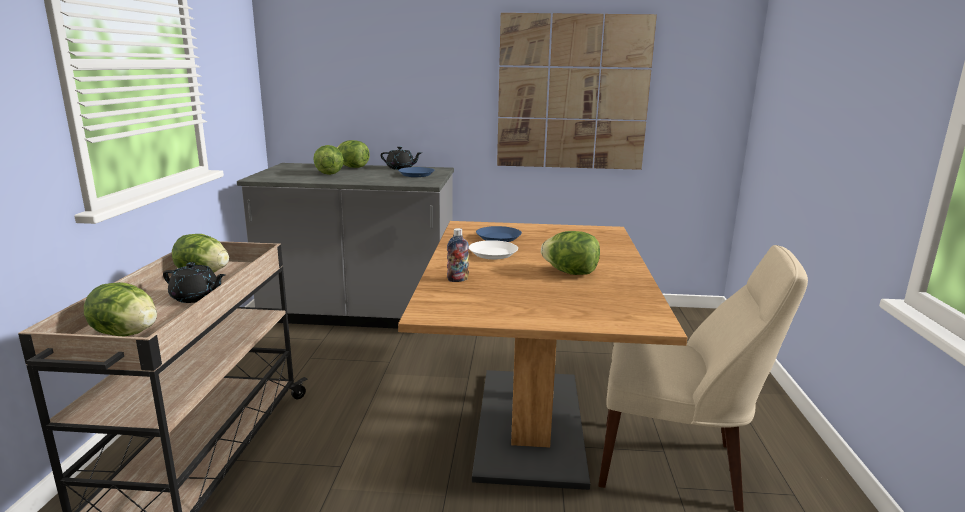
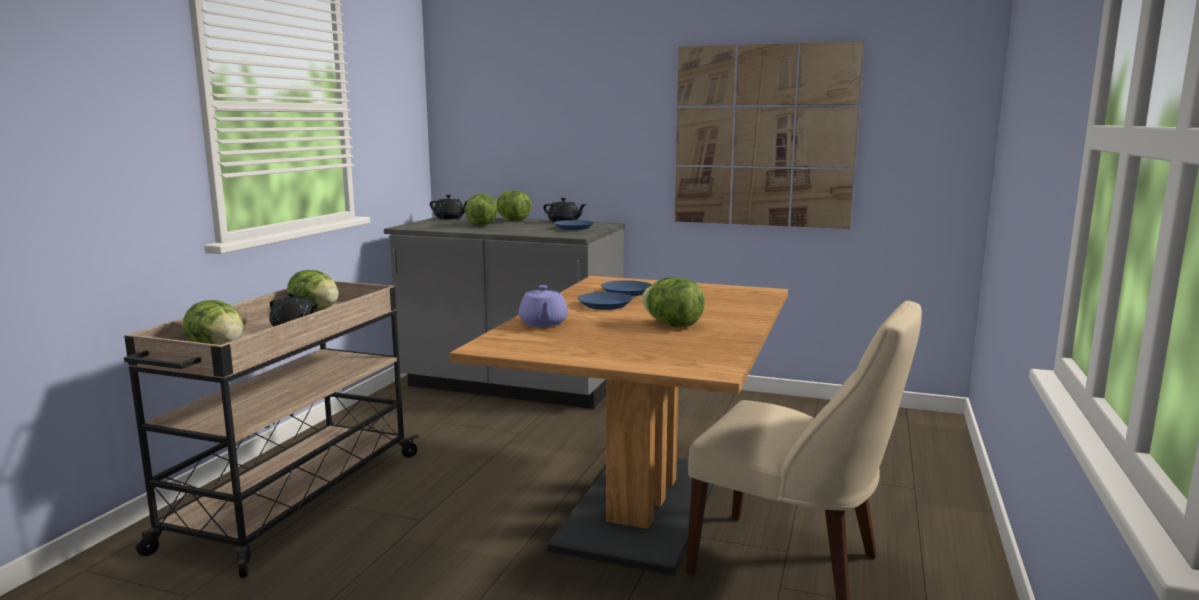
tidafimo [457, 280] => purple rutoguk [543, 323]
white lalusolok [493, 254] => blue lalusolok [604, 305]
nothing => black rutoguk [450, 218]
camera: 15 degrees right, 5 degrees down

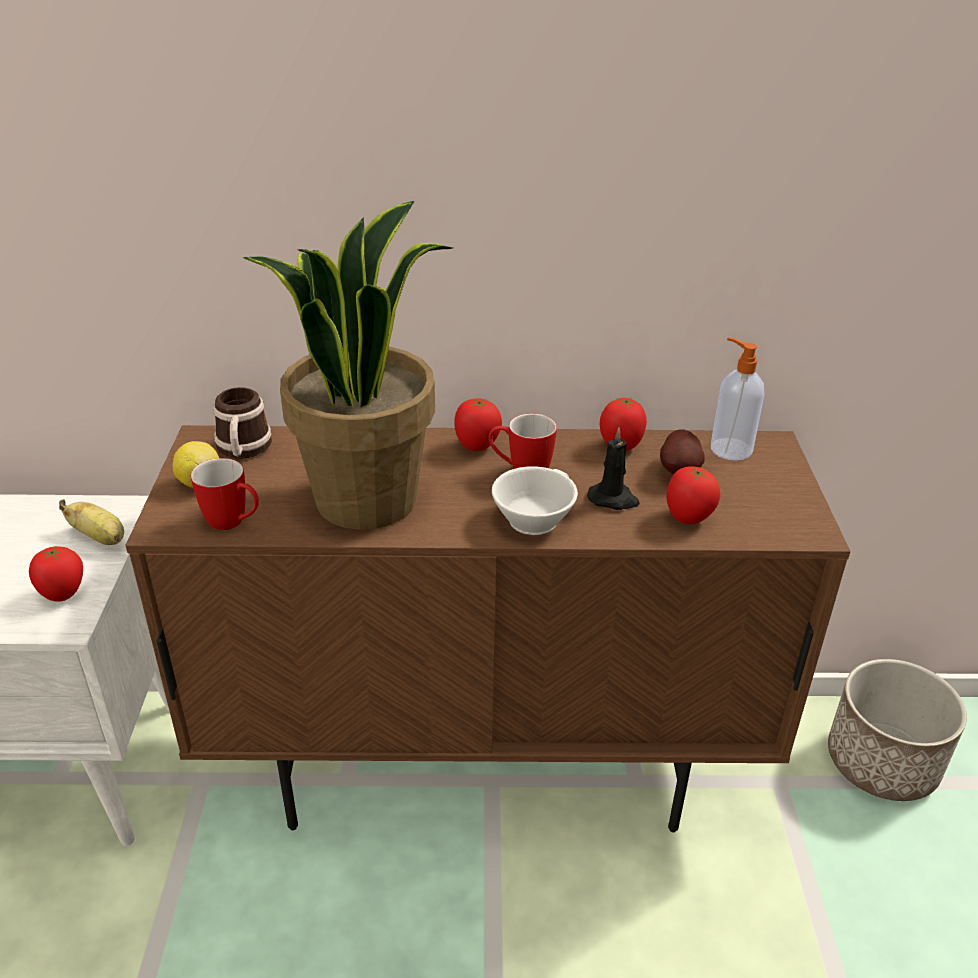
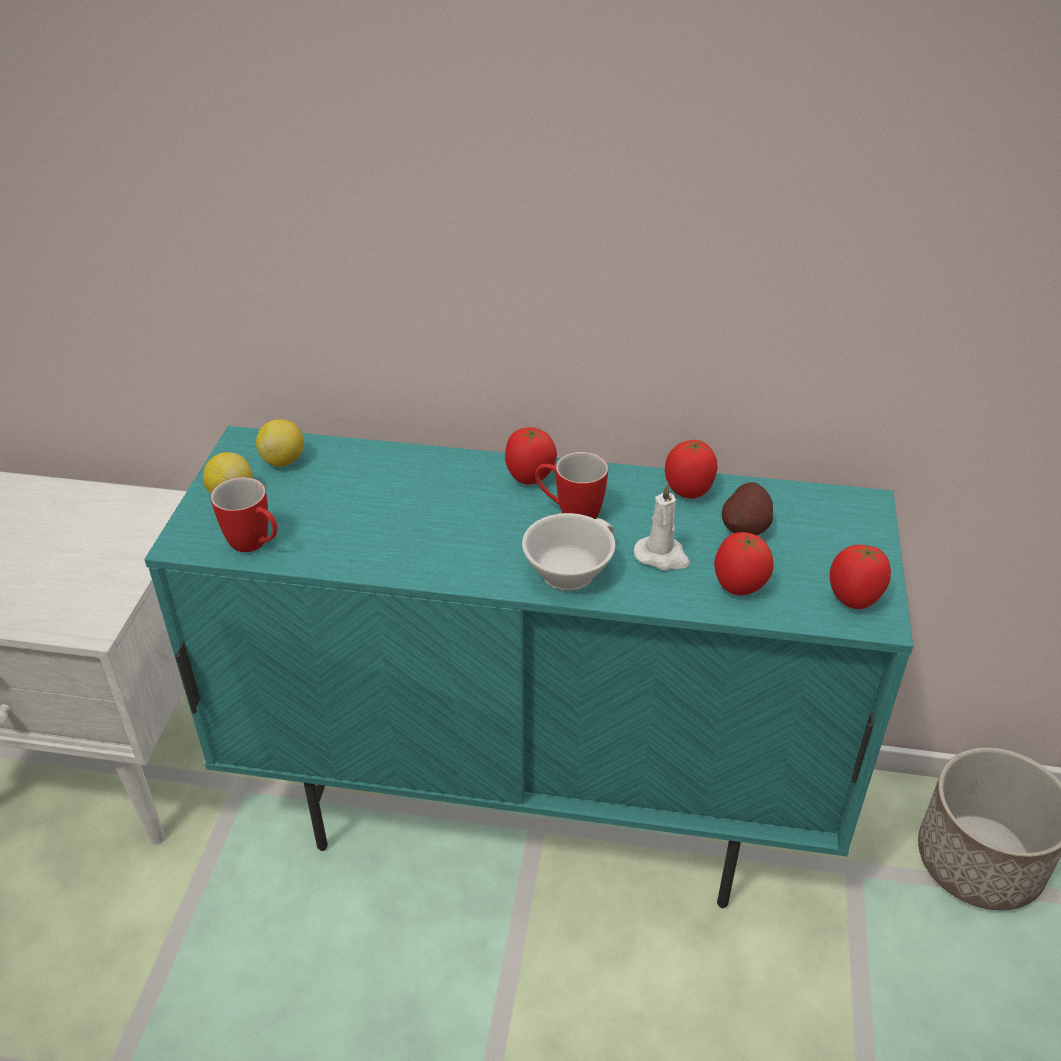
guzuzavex [366, 498] => nothing
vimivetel [729, 448] => nothing
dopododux [243, 450] => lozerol [283, 460]
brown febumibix [485, 767] => turquoise febumibix [533, 809]
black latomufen [613, 499] => white latomufen [662, 556]
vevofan [100, 538] => nothing
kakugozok [63, 595] => kakugozok [853, 600], moved
camera: 10 degrees right, 5 degrees up

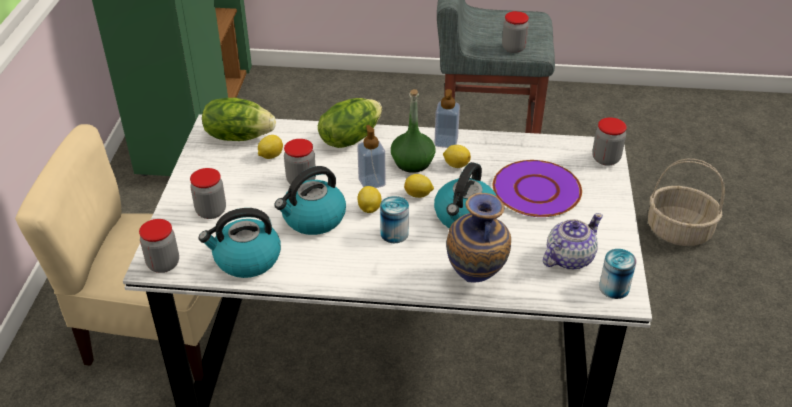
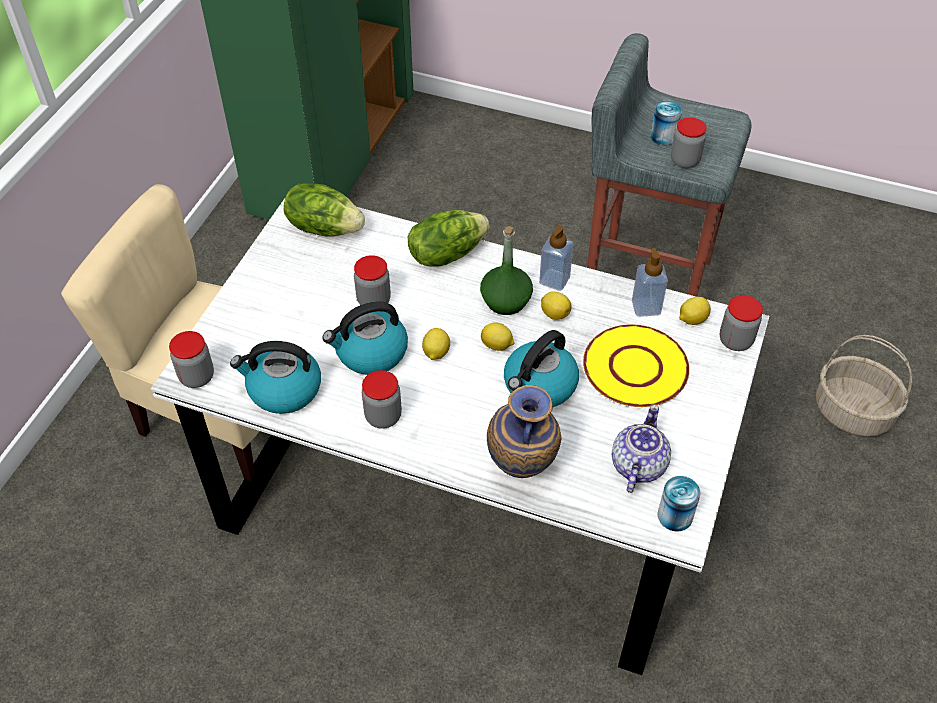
vimivetel [372, 182] => vimivetel [646, 307], moved
lozerol [270, 156] => lozerol [692, 319], moved
purple lalusolok [536, 190] => yellow lalusolok [635, 367]
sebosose [211, 211] => sebosose [383, 416], moved
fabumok [394, 233] => fabumok [663, 136], moved
rutoguk [568, 258] => rutoguk [637, 466], 45 degrees counterclockwise
camera: 15 degrees right, 10 degrees up

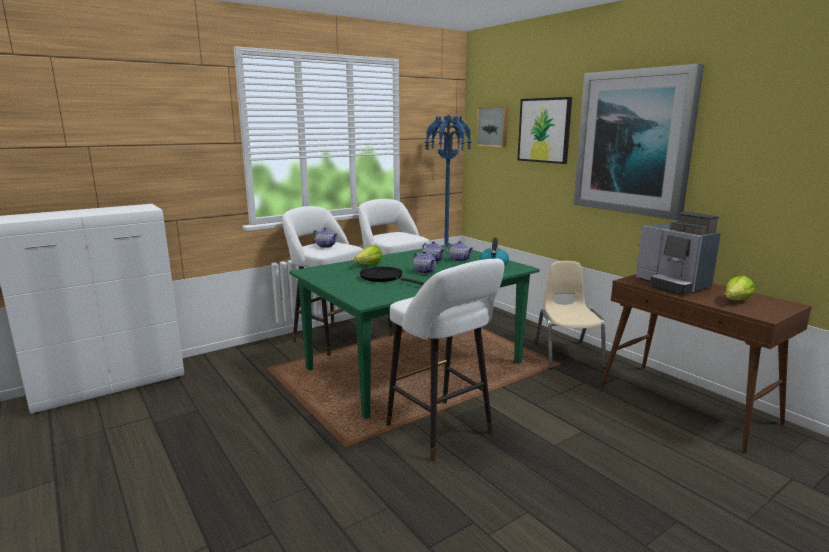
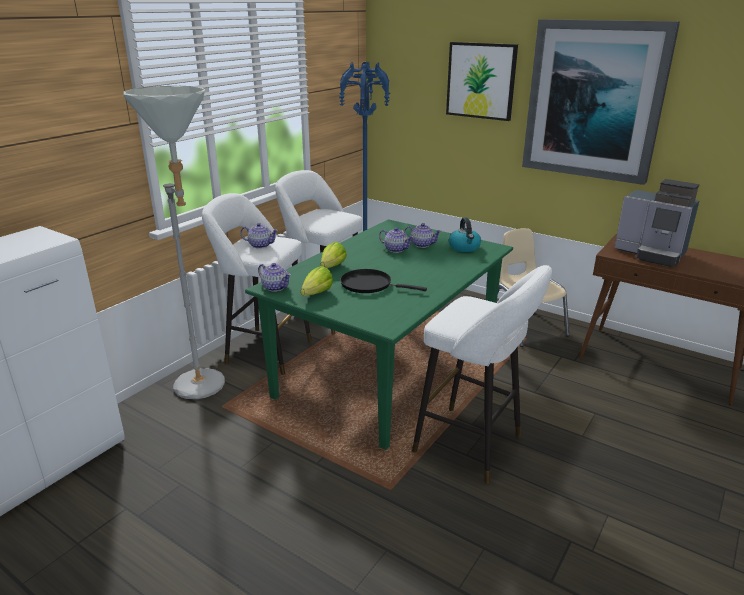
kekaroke [493, 126] => nothing
rutoguk [424, 271] => rutoguk [275, 287], moved
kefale [733, 302] => kefale [314, 295], moved
nothing => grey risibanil [206, 389]
camera: 20 degrees left, 10 degrees up

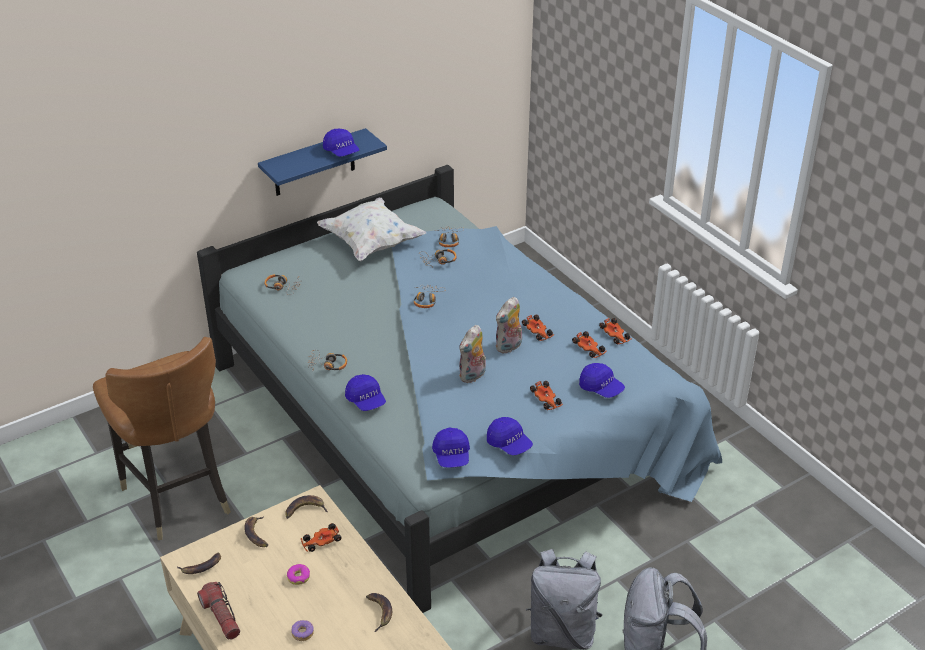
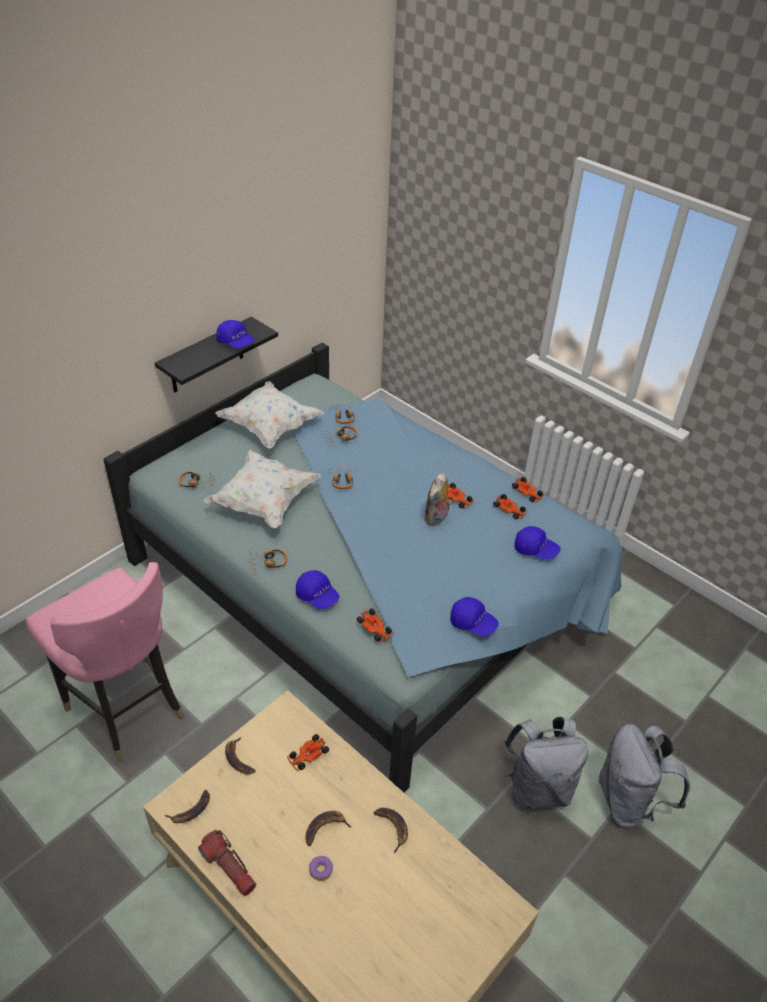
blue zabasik [314, 163] => black zabasik [206, 356]
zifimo [473, 376] => nothing
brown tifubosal [178, 497] => pink tifubosal [126, 709]
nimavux [546, 399] => nimavux [375, 629], moved
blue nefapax [452, 456] => nothing
vevofan [305, 509] => vevofan [325, 828], moved
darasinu [298, 577] => nothing
nothing => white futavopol [264, 502]
camera: 15 degrees left, 5 degrees up

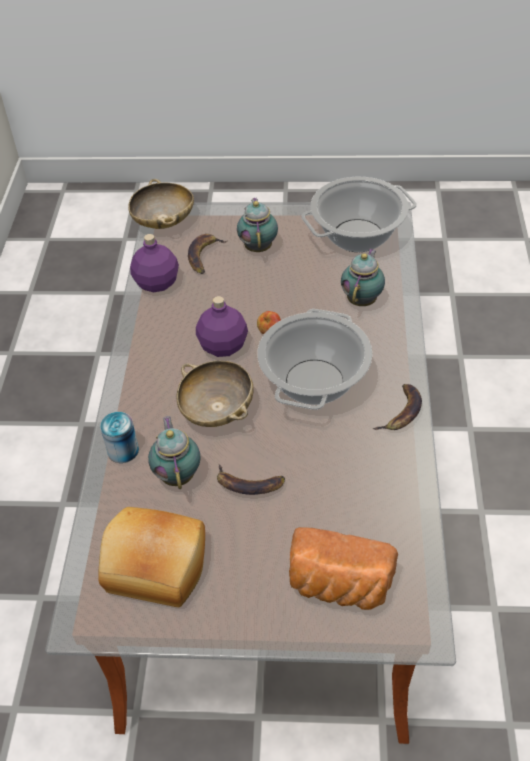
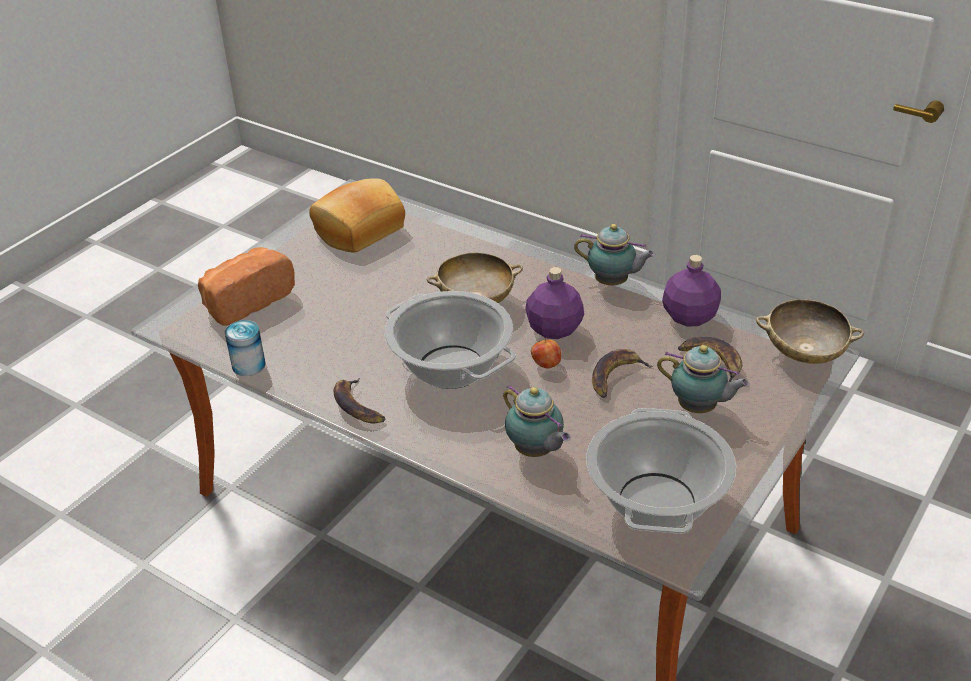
fabumok [123, 450] => fabumok [248, 365], moved
rutoguk [178, 474] => rutoguk [613, 283], moved
vevofan [248, 485] => vevofan [616, 376], moved
camera: 120 degrees right, 10 degrees down

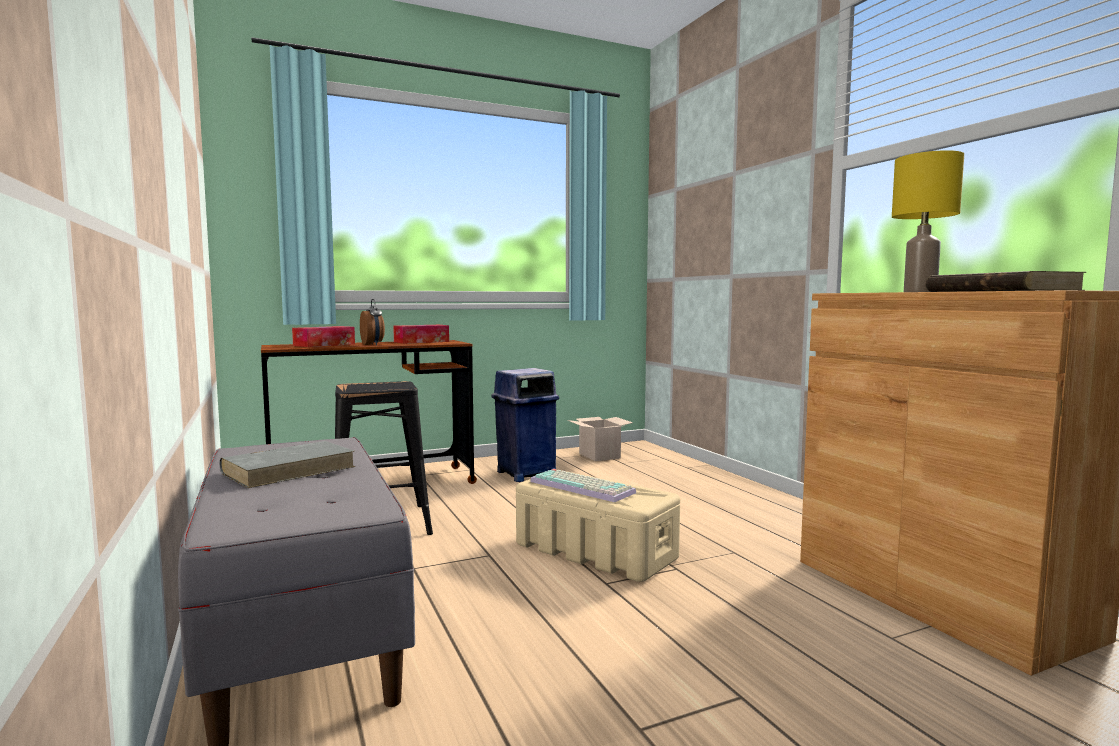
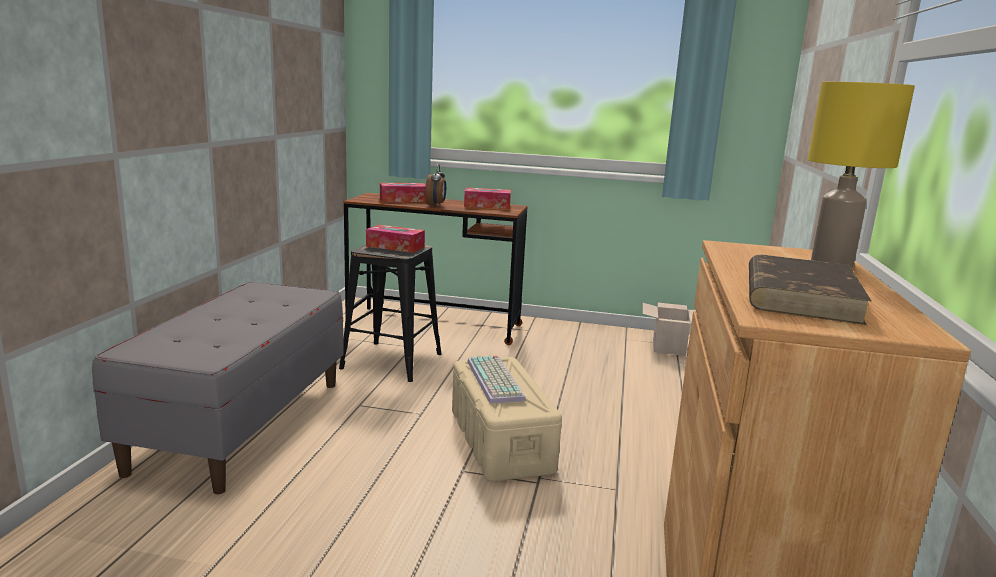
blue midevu [525, 473] => nothing
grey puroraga [290, 469] => nothing
nothing => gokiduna [395, 247]
camera: 35 degrees right, 10 degrees up

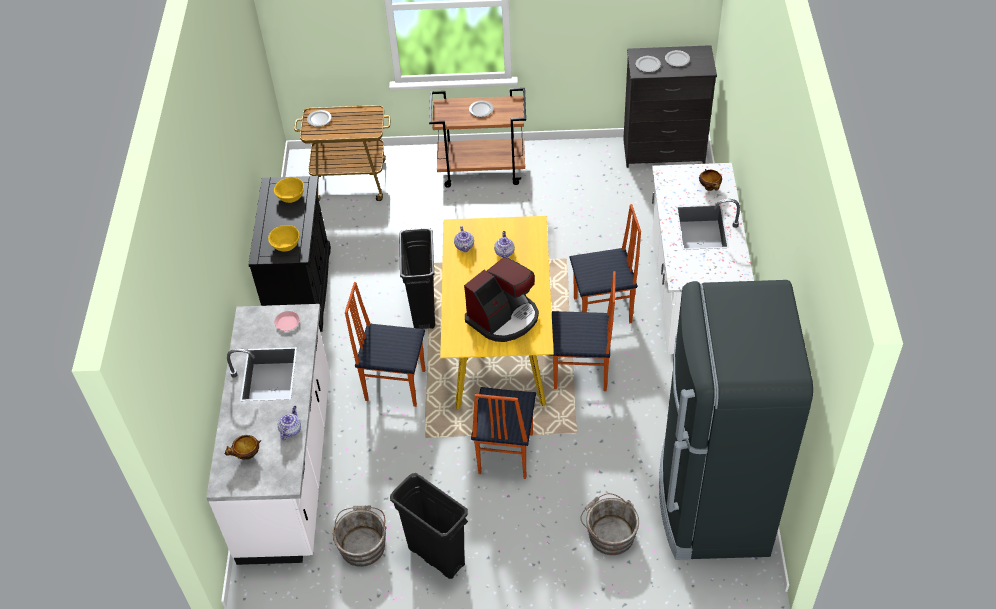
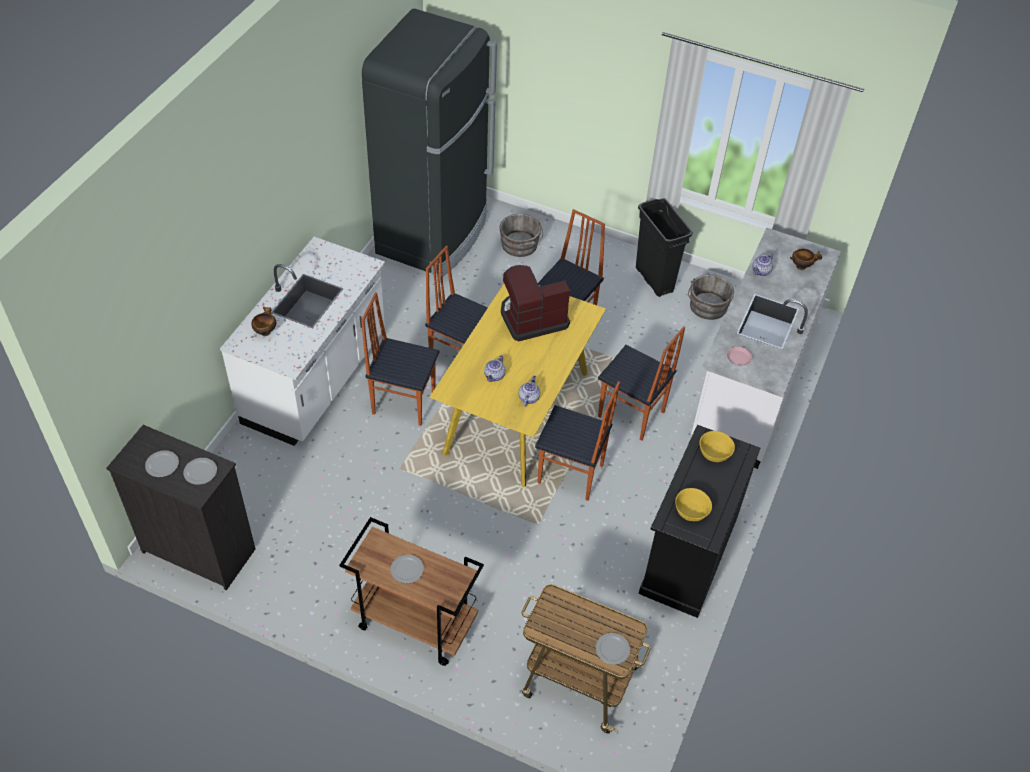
black midevu [424, 310] => tifubosal [570, 475]
camera: 160 degrees left, 0 degrees up

